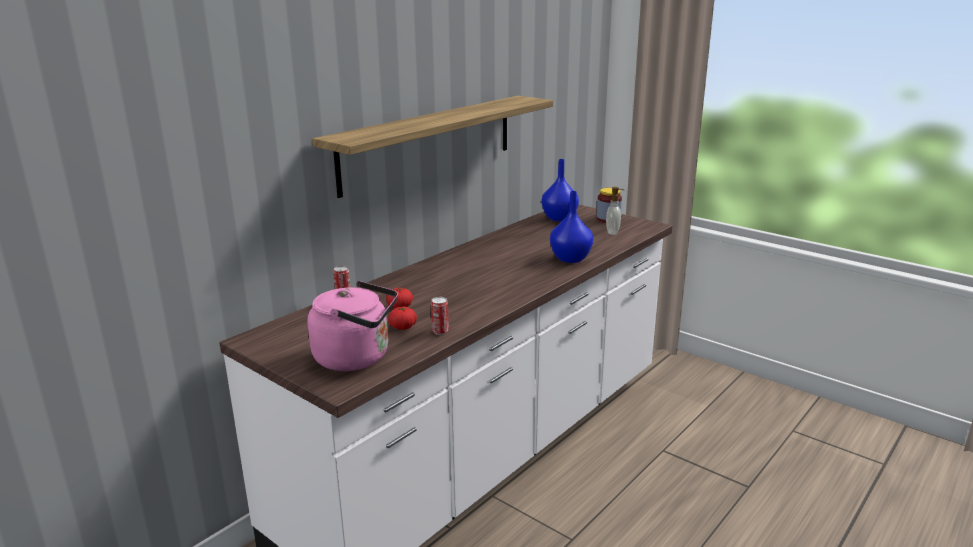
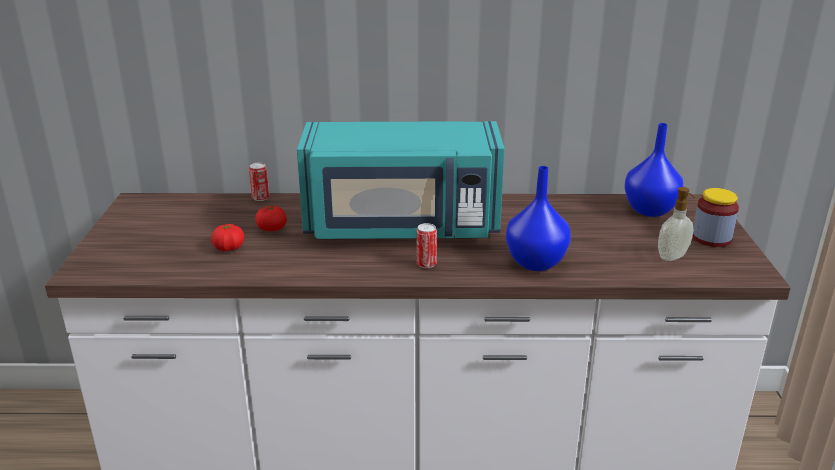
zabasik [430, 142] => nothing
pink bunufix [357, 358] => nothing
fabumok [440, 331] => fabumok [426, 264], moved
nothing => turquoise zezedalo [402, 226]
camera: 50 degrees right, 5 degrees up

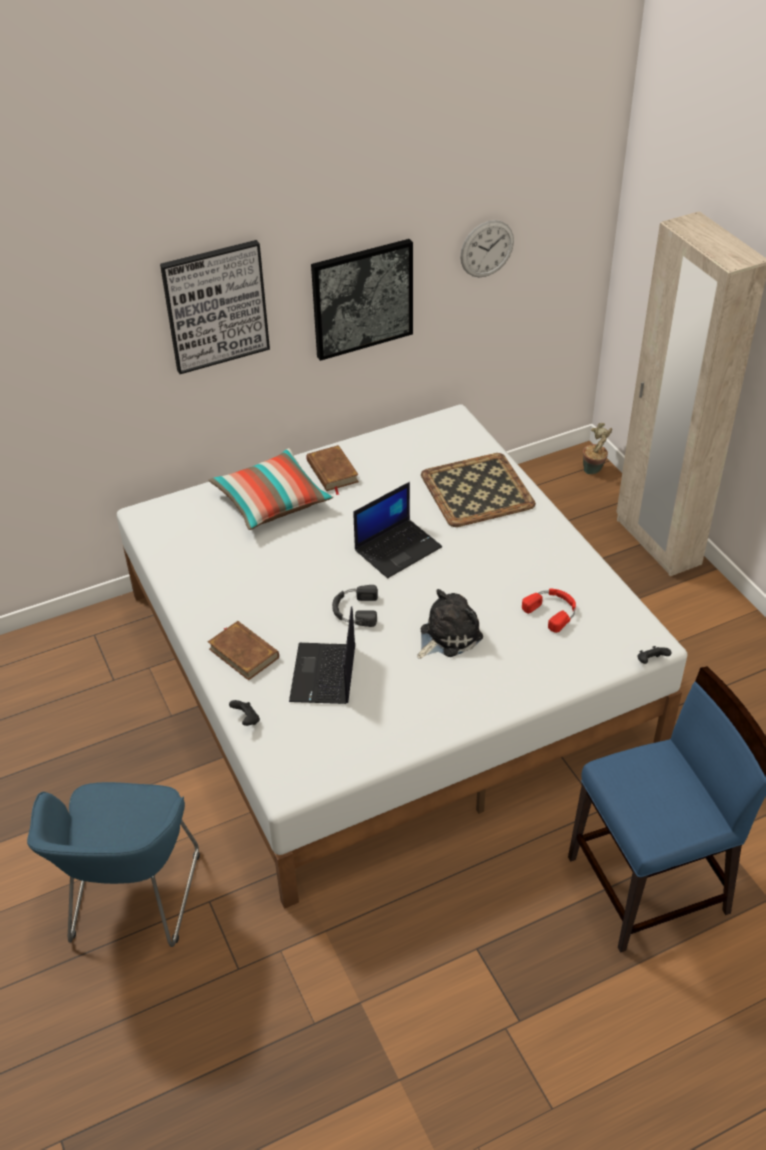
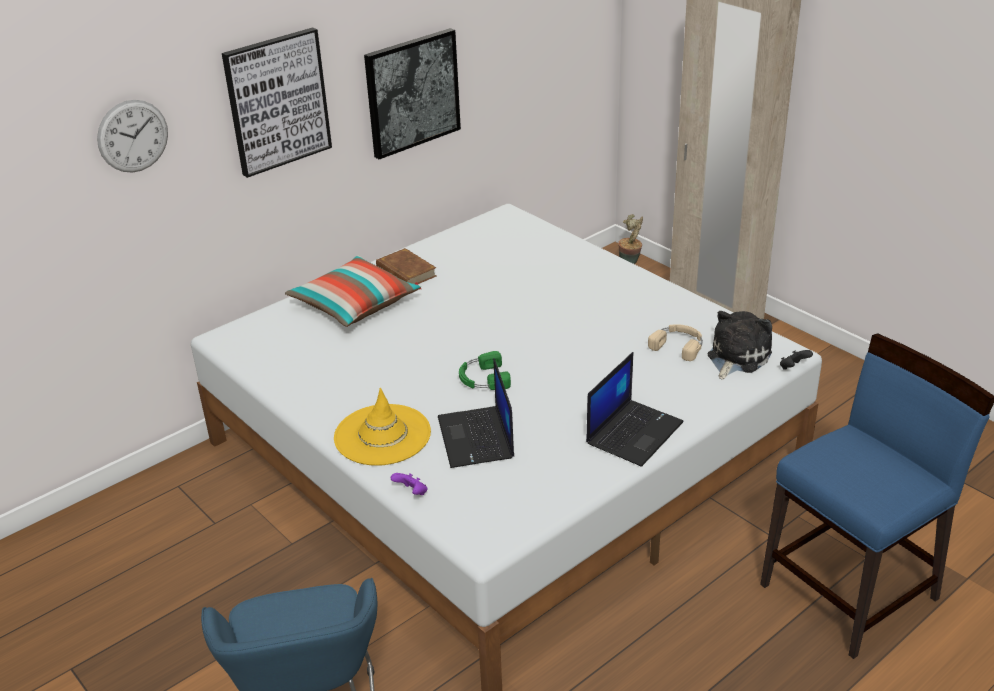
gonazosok [487, 249] => gonazosok [133, 136], moved
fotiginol [477, 489] => nothing
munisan [398, 548] => munisan [634, 432], moved
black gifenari [355, 610] => green gifenari [482, 378]
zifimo [447, 635] => zifimo [736, 357], moved
red gifenari [552, 611] => beige gifenari [678, 345]
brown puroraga [244, 653] => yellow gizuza [382, 435]
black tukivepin [246, 720] => purple tukivepin [411, 493]
camera: 15 degrees left, 10 degrees down

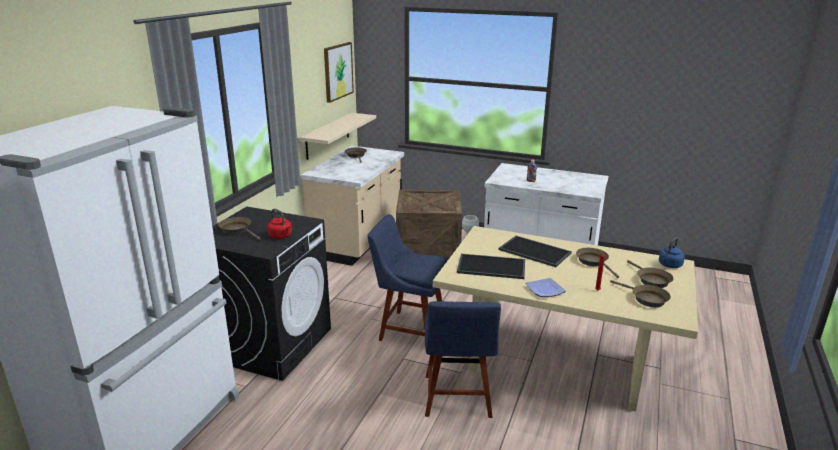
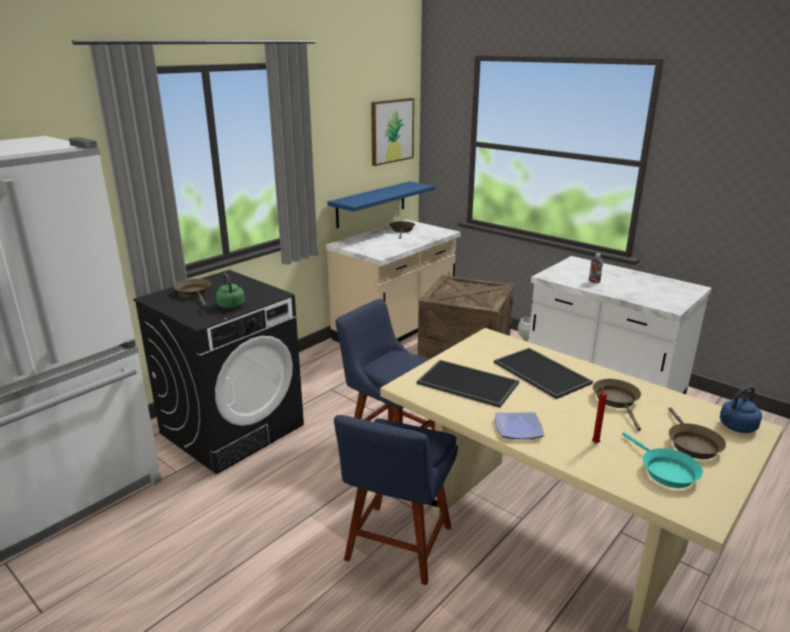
beige zabasik [328, 135] => blue zabasik [371, 204]
red bunufix [281, 236] => green bunufix [231, 306]
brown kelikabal [646, 299] => turquoise kelikabal [665, 471]
camera: 20 degrees right, 0 degrees up

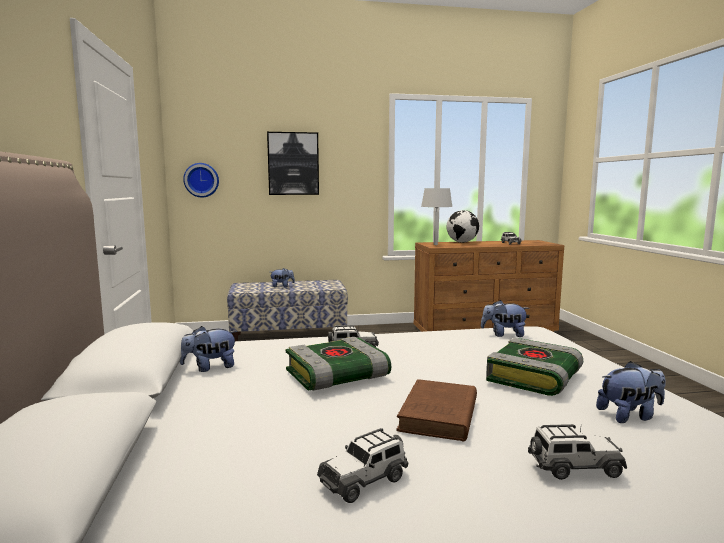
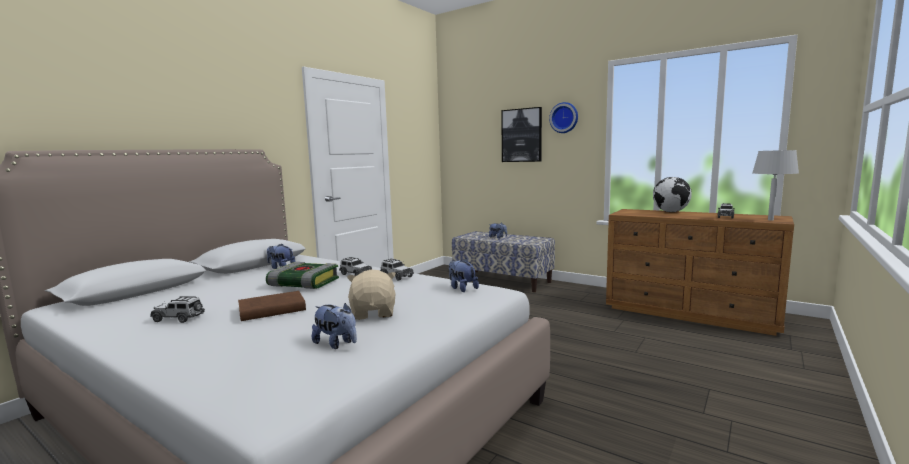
gonazosok [201, 180] => gonazosok [564, 118], moved
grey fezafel [435, 244] => grey fezafel [770, 220], moved
puroraga [535, 378] => beige zifimo [374, 313]
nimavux [574, 467] => nimavux [396, 276], moved
camera: 45 degrees right, 0 degrees up

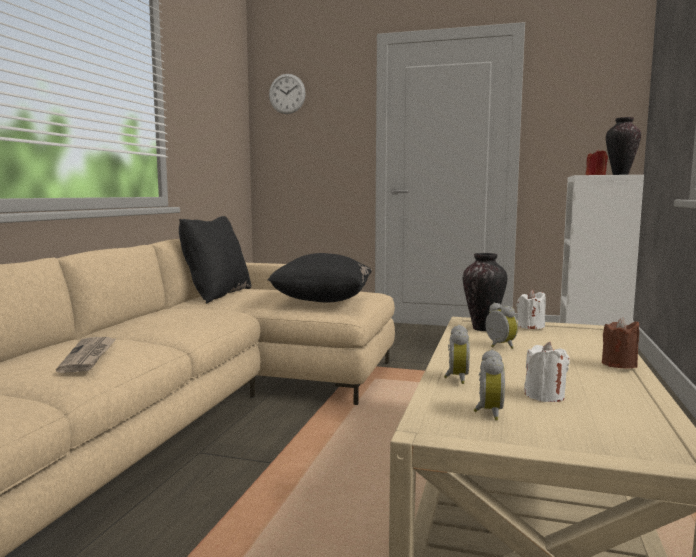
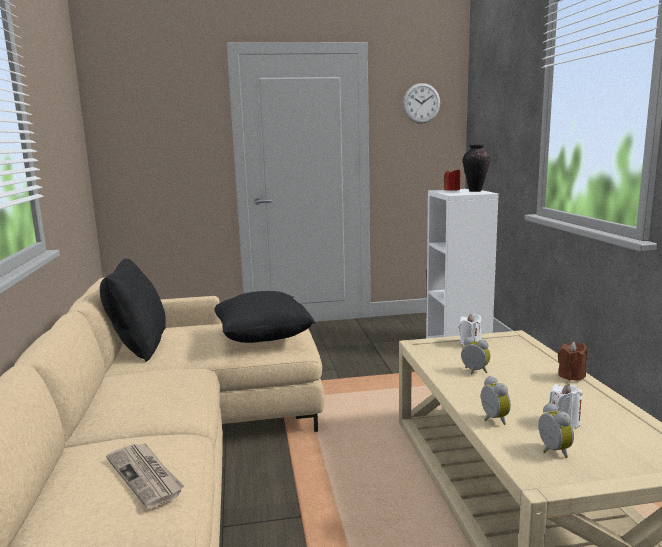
gonazosok [287, 94] => gonazosok [421, 103], moved
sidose [483, 329] => nothing
camera: 25 degrees left, 5 degrees up

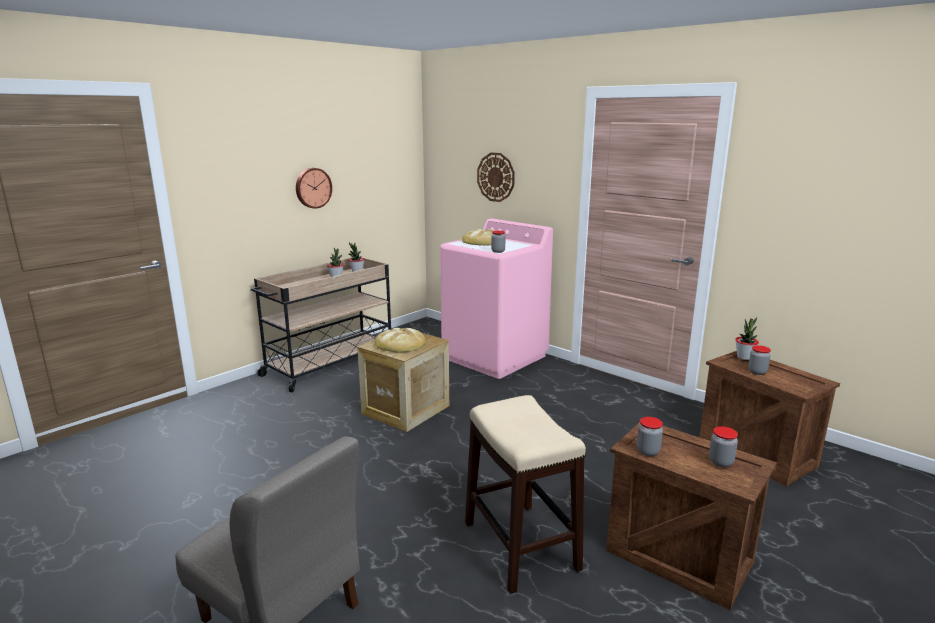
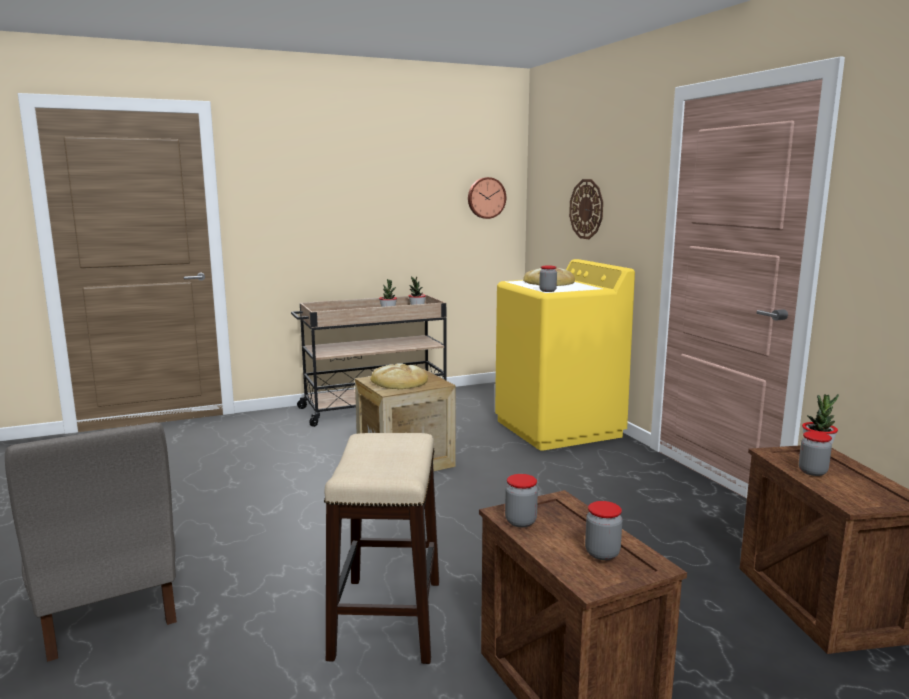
gonazosok [312, 188] => gonazosok [486, 198], moved
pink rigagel [495, 357] => yellow rigagel [558, 428]
camera: 25 degrees right, 5 degrees down

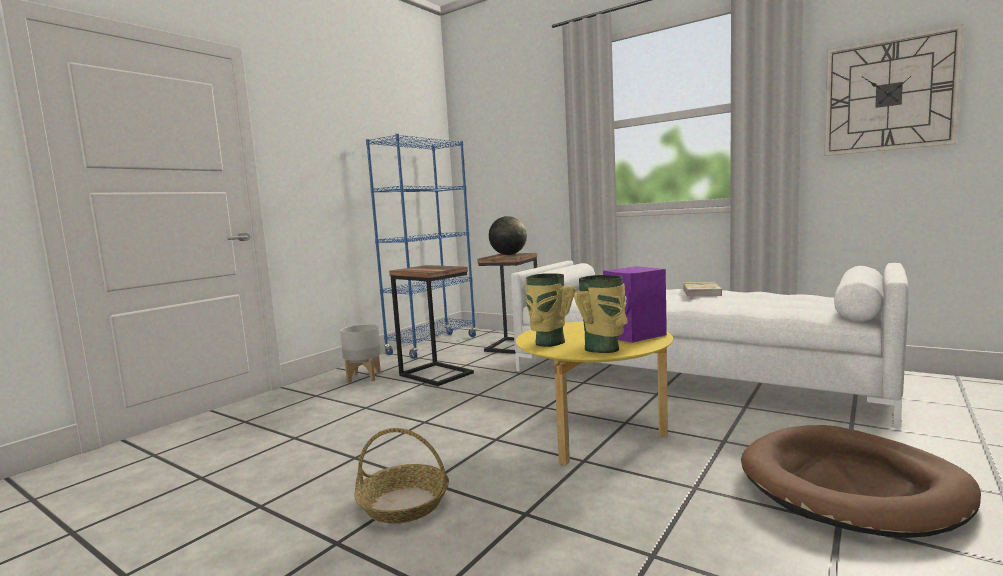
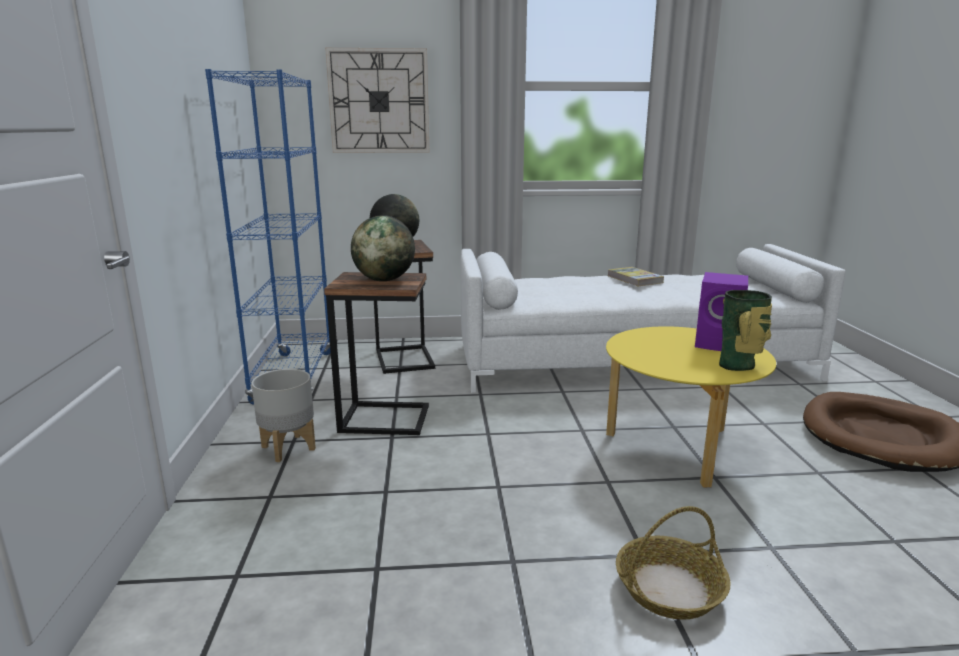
gonazosok [888, 95] => gonazosok [379, 101], moved
sidose [548, 343] => nothing
nothing => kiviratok [384, 280]
camera: 40 degrees left, 10 degrees up

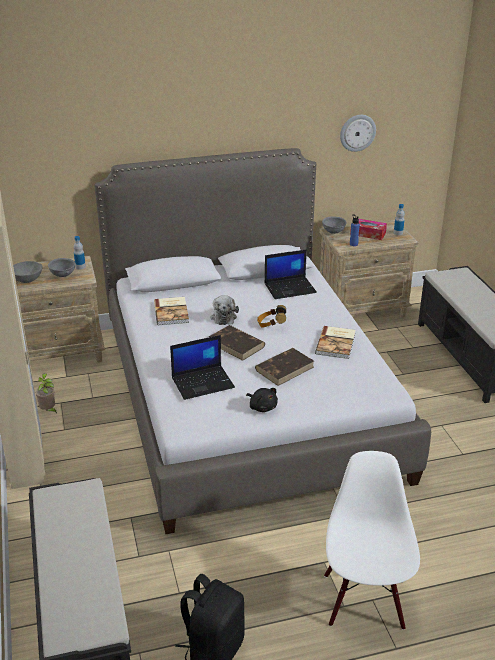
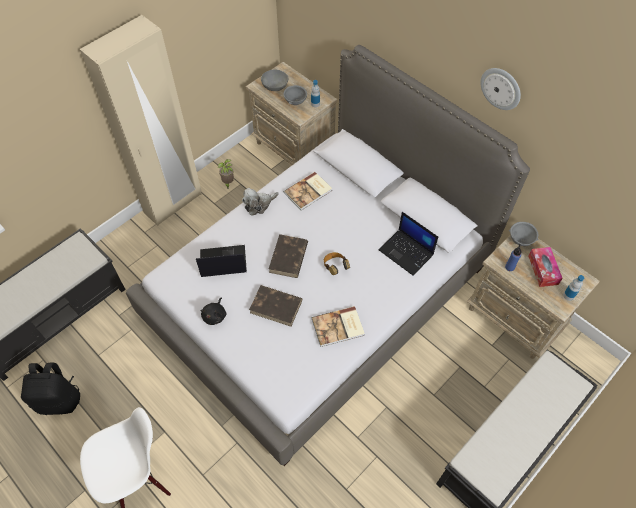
gonazosok [357, 132] => gonazosok [501, 88], moved
zifimo [223, 316] => zifimo [259, 205], moved
munisan [203, 382] => munisan [222, 262], 135 degrees clockwise
camera: 60 degrees right, 25 degrees up

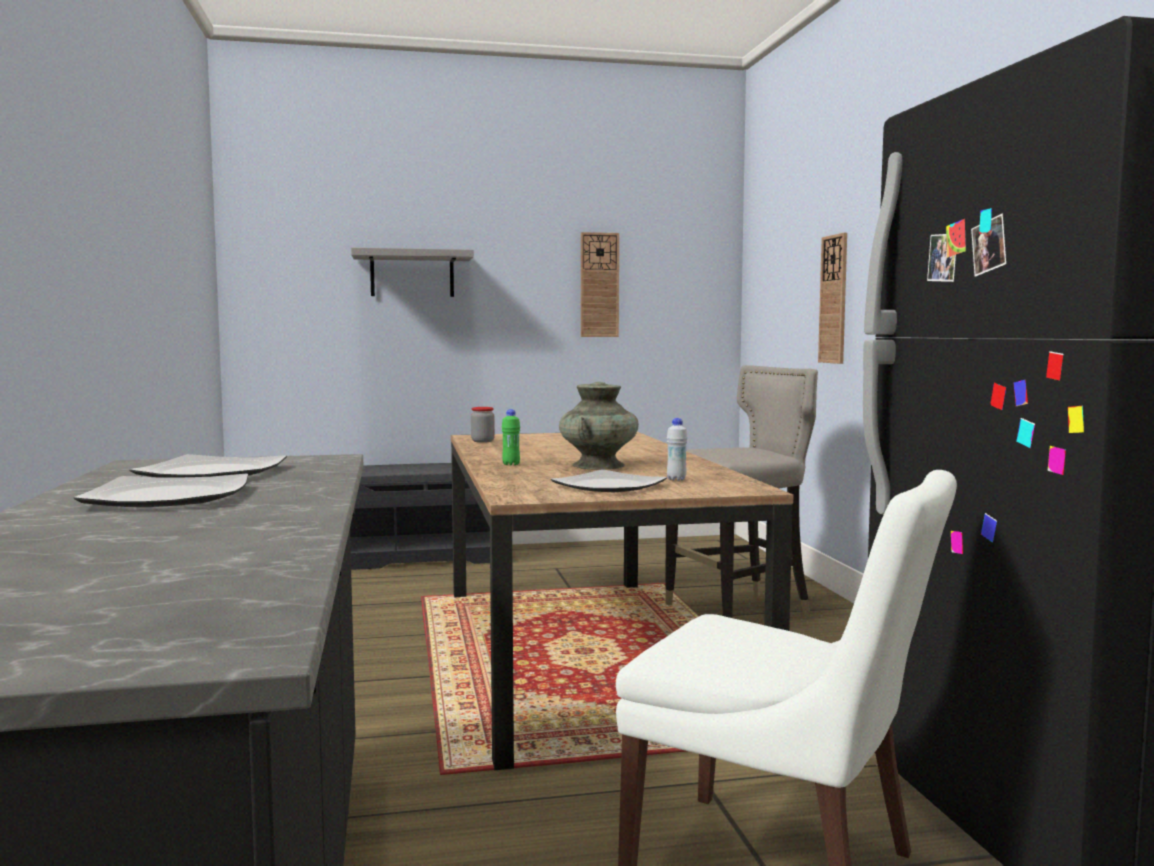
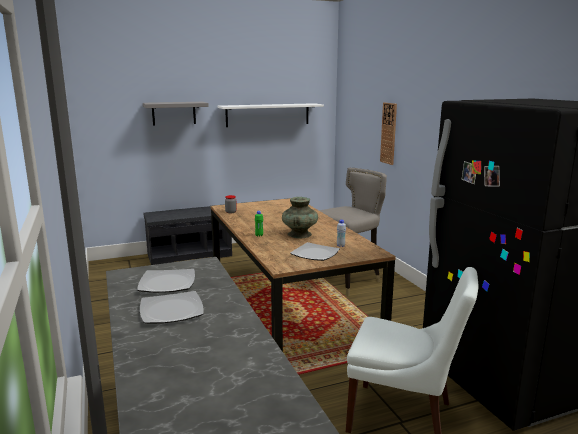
gonazosok [599, 285] => white zabasik [268, 115]
camera: 10 degrees left, 10 degrees up

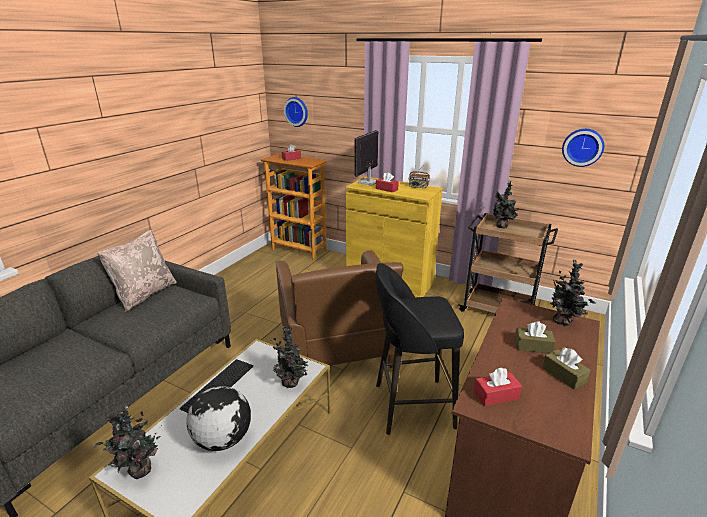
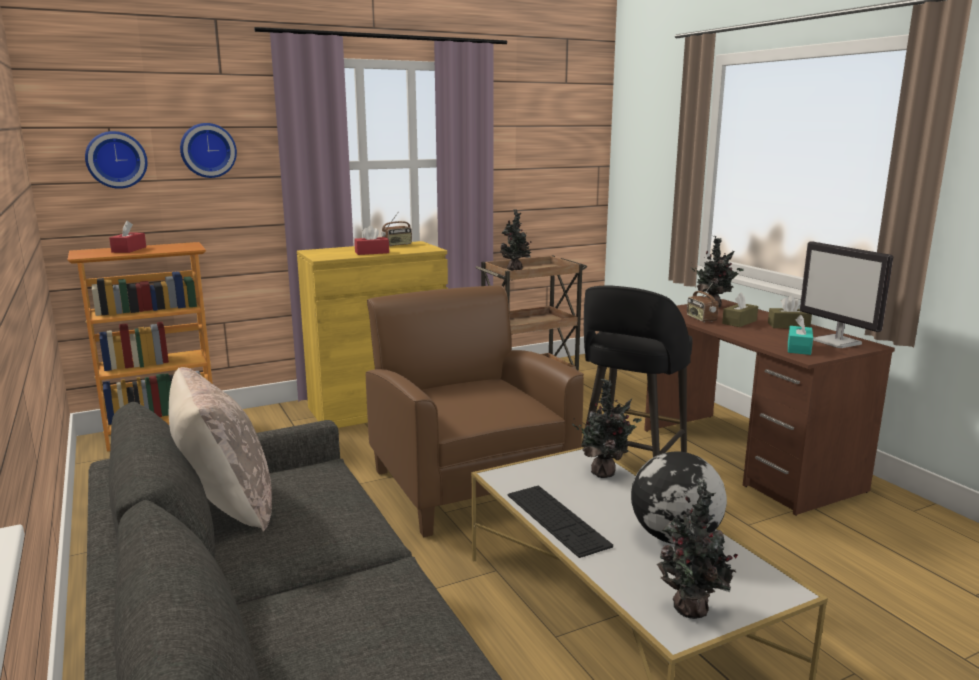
gonazosok [583, 147] => gonazosok [208, 150], moved
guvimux [368, 182] => guvimux [838, 342], moved
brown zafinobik [337, 348] => brown zafinobik [469, 484], 135 degrees counterclockwise
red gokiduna [496, 395] => turquoise gokiduna [799, 348]
nothing => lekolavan [701, 319]
camera: 55 degrees left, 10 degrees down

